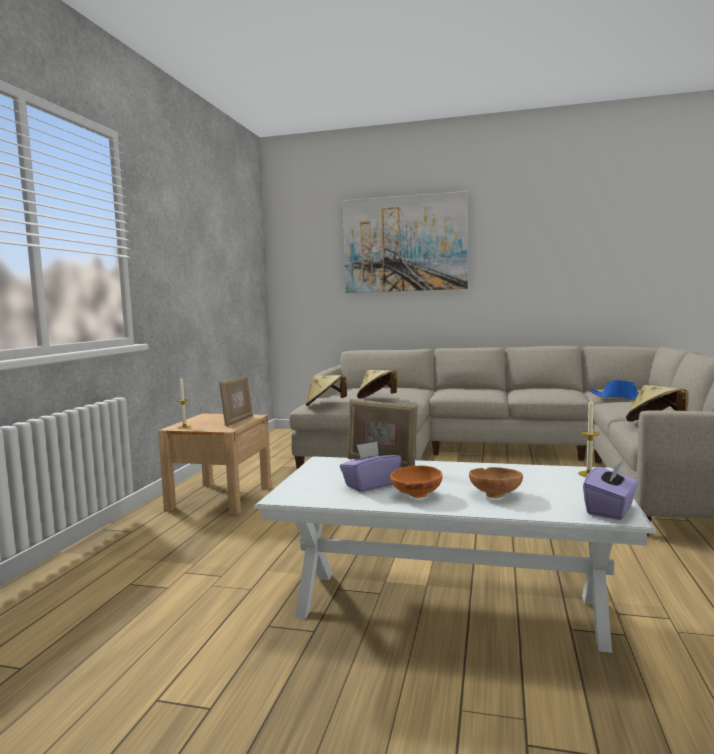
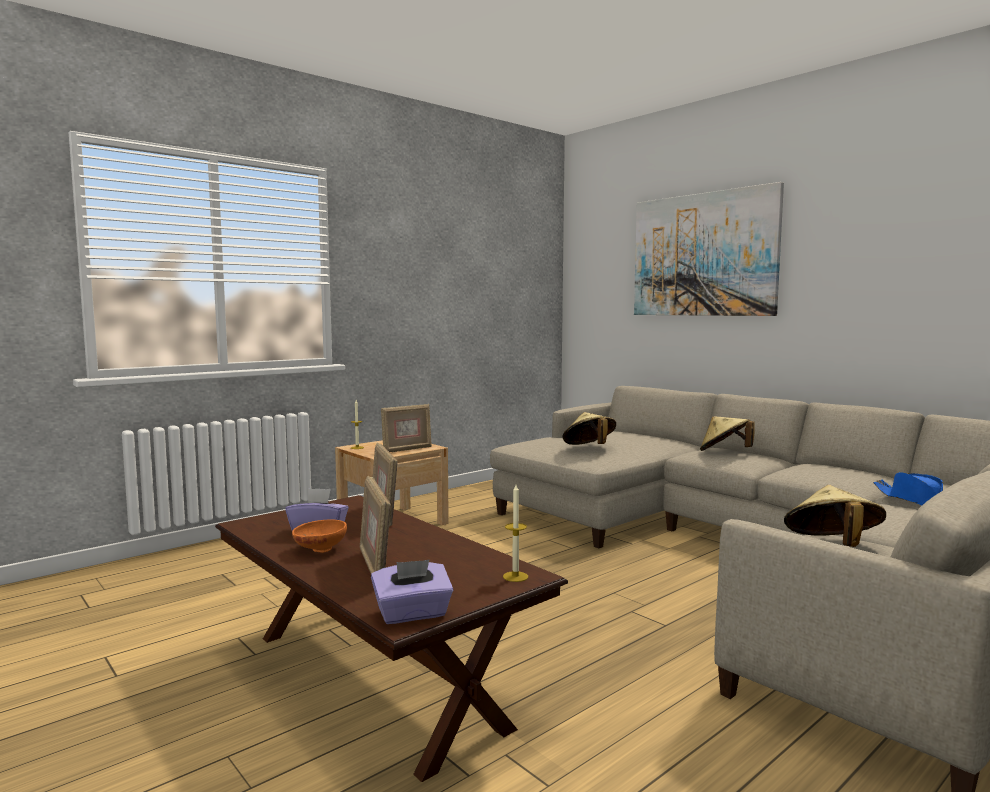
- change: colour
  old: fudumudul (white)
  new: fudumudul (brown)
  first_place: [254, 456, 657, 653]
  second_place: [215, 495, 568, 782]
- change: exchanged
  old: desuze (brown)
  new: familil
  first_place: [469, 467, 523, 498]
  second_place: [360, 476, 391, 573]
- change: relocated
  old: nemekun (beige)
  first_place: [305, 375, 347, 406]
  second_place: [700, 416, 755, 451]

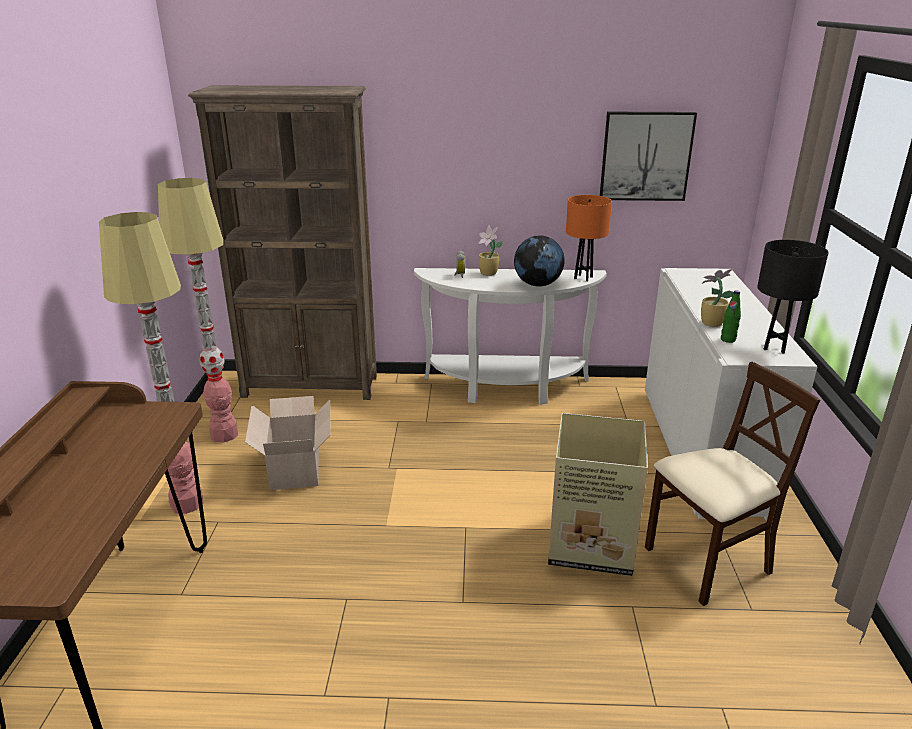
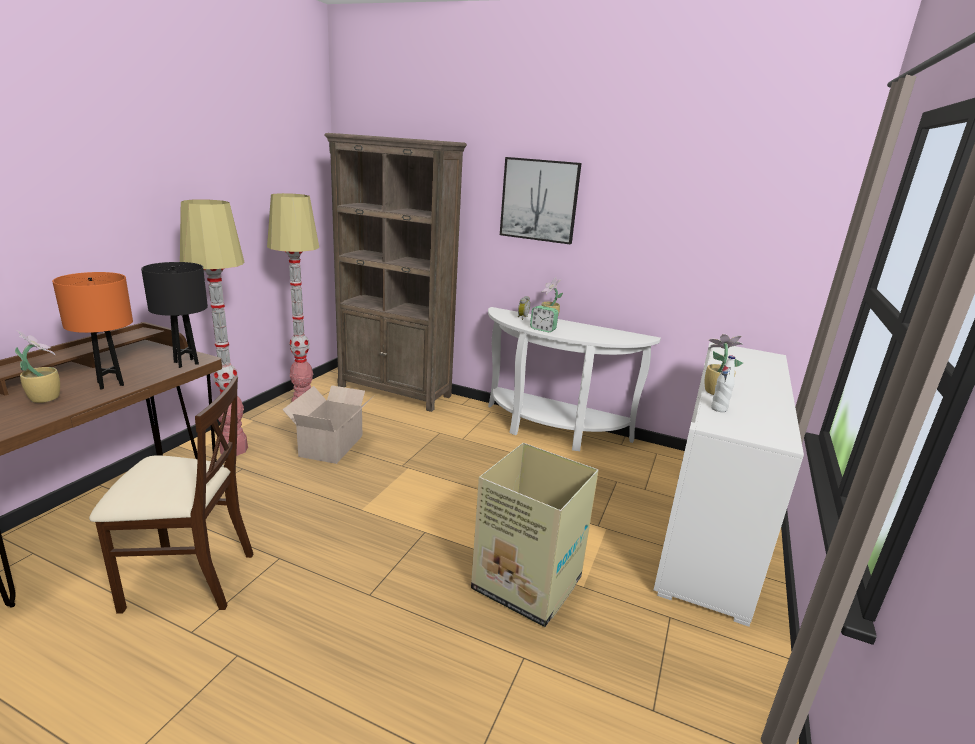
- change: appeared
  new: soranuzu
  second_place: [15, 330, 60, 403]
- change: relocated
  old: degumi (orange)
  first_place: [566, 195, 612, 281]
  second_place: [52, 272, 133, 390]
- change: relocated
  old: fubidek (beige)
  first_place: [645, 362, 820, 606]
  second_place: [89, 377, 253, 614]
- change: relocated
  old: degumi (black)
  first_place: [757, 240, 829, 354]
  second_place: [141, 262, 208, 368]
- change: relocated
  old: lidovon
  first_place: [600, 112, 697, 201]
  second_place: [500, 157, 582, 244]
- change: appeared
  new: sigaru
  second_place: [530, 306, 558, 332]
- change: colour
  old: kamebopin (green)
  new: kamebopin (white)
  first_place: [721, 290, 741, 343]
  second_place: [711, 355, 735, 412]
- change: missing
  old: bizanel
  first_place: [514, 235, 565, 286]

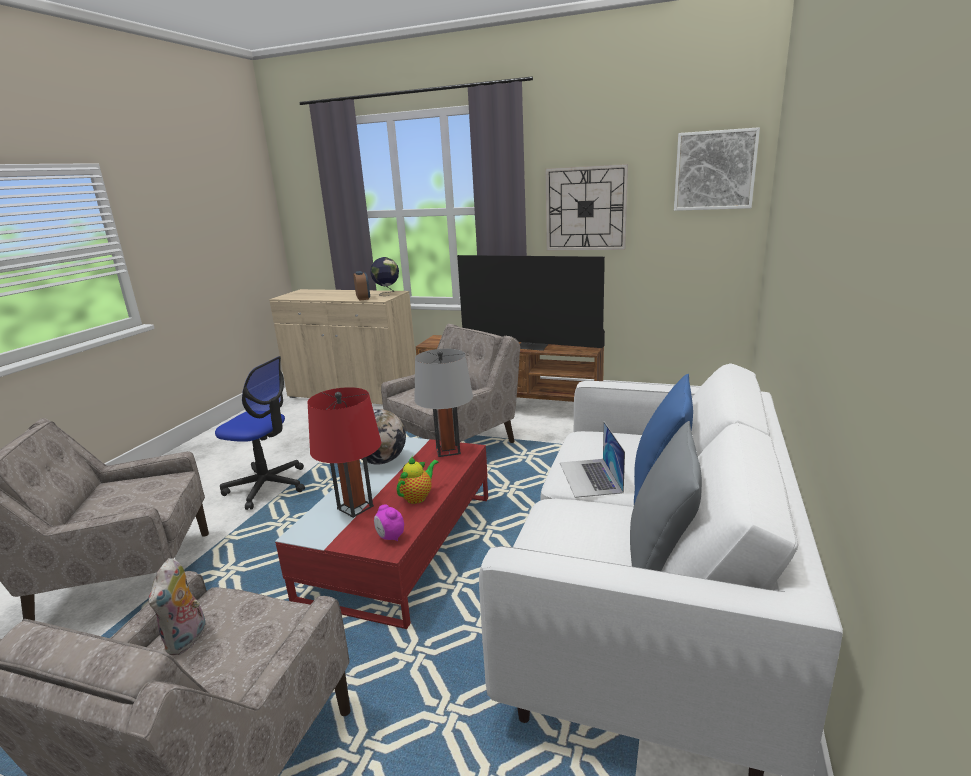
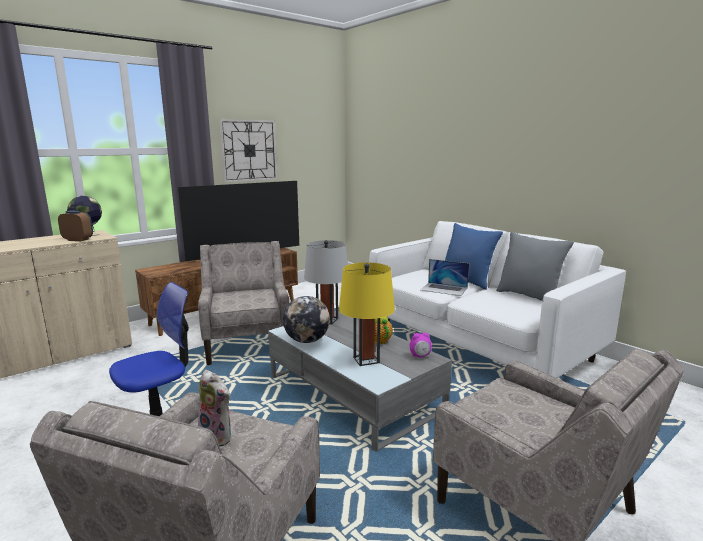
- change: relocated
  old: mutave
  first_place: [148, 558, 206, 655]
  second_place: [198, 370, 231, 447]
- change: colour
  old: fudumudul (red)
  new: fudumudul (grey)
  first_place: [275, 437, 488, 629]
  second_place: [268, 311, 452, 452]
- change: colour
  old: degumi (red)
  new: degumi (yellow)
  first_place: [307, 387, 381, 518]
  second_place: [339, 263, 395, 366]
- change: missing
  old: lidovon
  first_place: [674, 127, 760, 211]

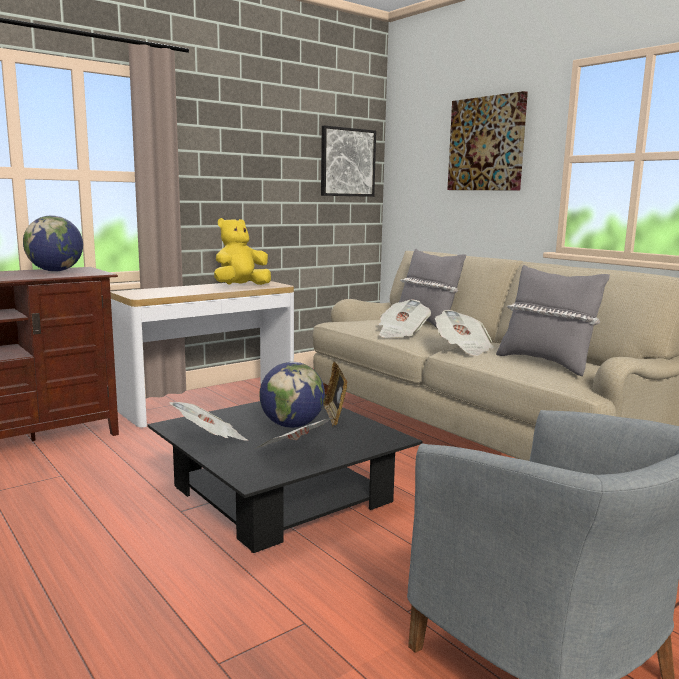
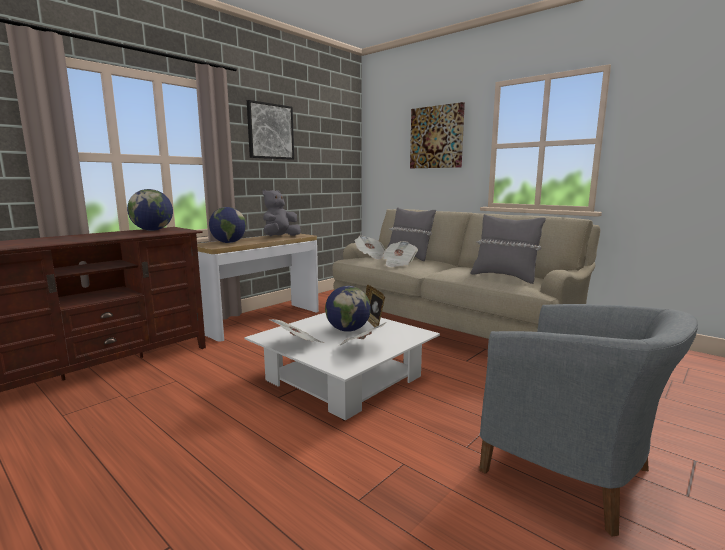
- change: appeared
  new: bizanel
  second_place: [209, 207, 246, 243]
- change: colour
  old: fudumudul (black)
  new: fudumudul (white)
  first_place: [147, 401, 423, 553]
  second_place: [244, 313, 440, 421]
- change: relocated
  old: lidovon
  first_place: [321, 125, 376, 197]
  second_place: [247, 100, 294, 160]
- change: colour
  old: mutave (yellow)
  new: mutave (grey)
  first_place: [214, 218, 271, 285]
  second_place: [262, 190, 301, 236]
- change: relocated
  old: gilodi
  first_place: [435, 310, 494, 356]
  second_place: [354, 236, 386, 260]

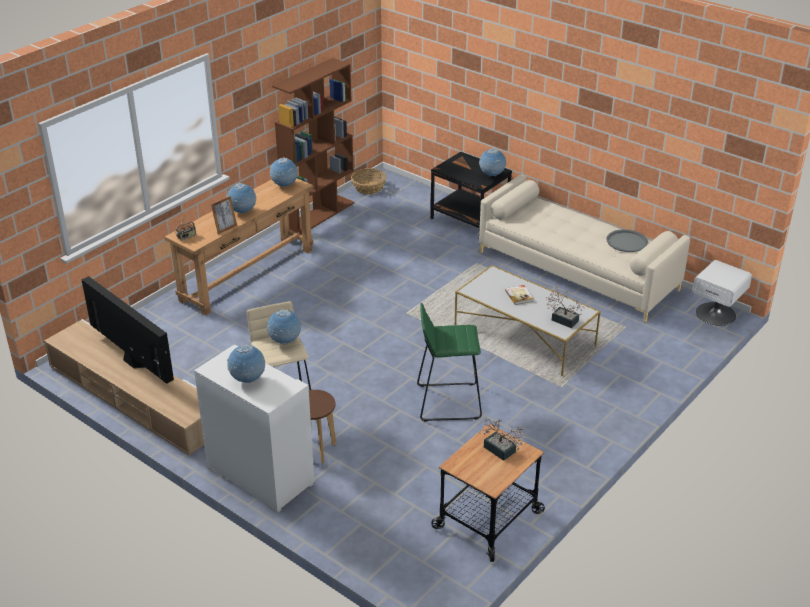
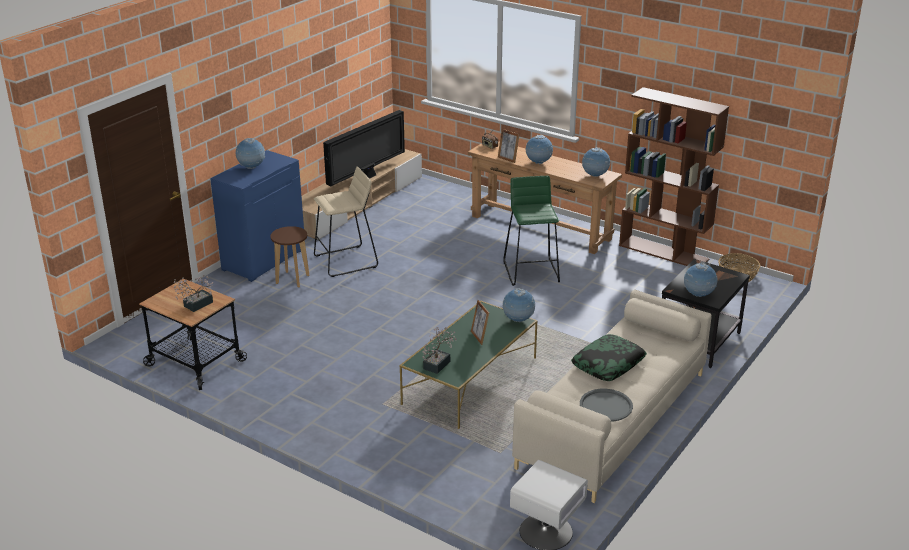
- change: colour
  old: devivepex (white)
  new: devivepex (blue)
  first_place: [194, 345, 314, 513]
  second_place: [210, 150, 304, 282]
- change: colour
  old: fudumudul (white)
  new: fudumudul (green)
  first_place: [455, 265, 601, 376]
  second_place: [399, 301, 538, 429]
- change: exchanged
  old: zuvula
  new: familil
  first_place: [505, 285, 534, 305]
  second_place: [471, 300, 489, 345]
- change: relocated
  old: bizanel
  first_place: [266, 309, 301, 345]
  second_place: [502, 288, 535, 322]
- change: relocated
  old: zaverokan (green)
  first_place: [417, 303, 482, 422]
  second_place: [503, 176, 560, 286]
- change: appeared
  new: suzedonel
  second_place: [571, 334, 647, 381]

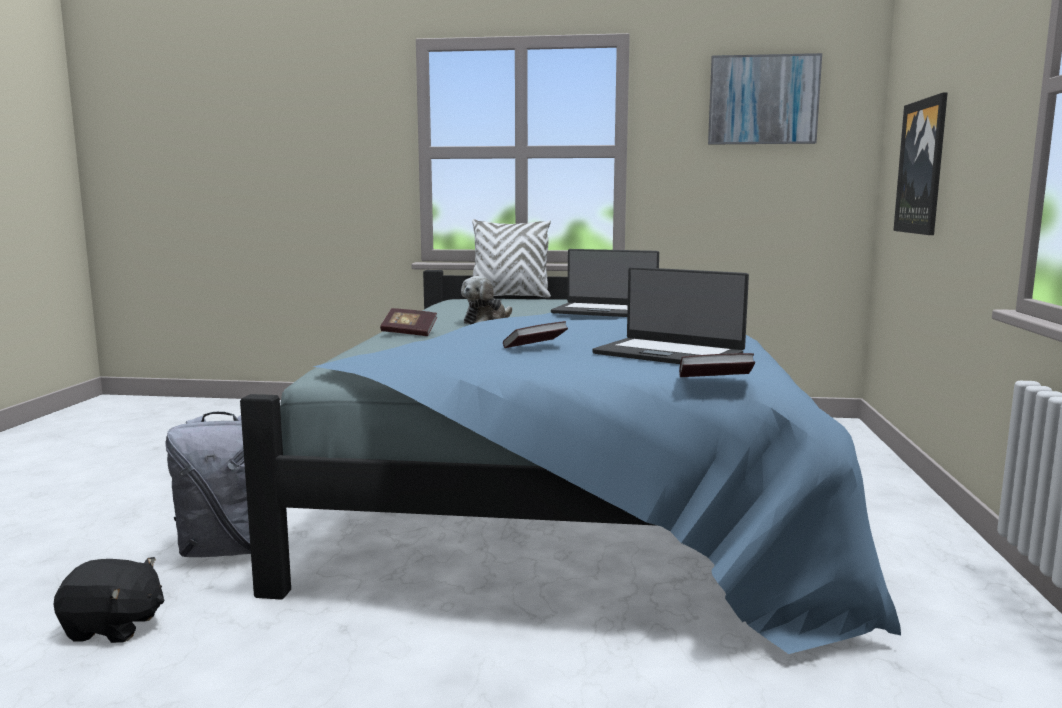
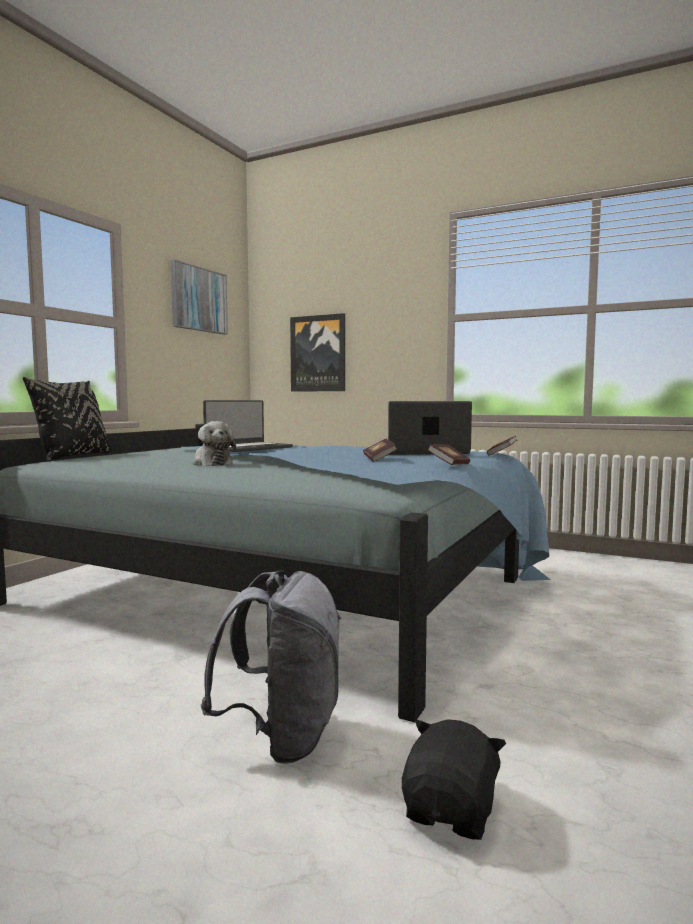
- change: colour
  old: suzedonel (white)
  new: suzedonel (black)
  first_place: [472, 219, 551, 298]
  second_place: [23, 377, 112, 461]
- change: spun
  old: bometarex
  first_place: [592, 267, 749, 364]
  second_place: [388, 401, 472, 455]
  degrees: -150
- change: relocated
  old: zuvula
  first_place: [380, 308, 437, 336]
  second_place: [428, 444, 470, 465]

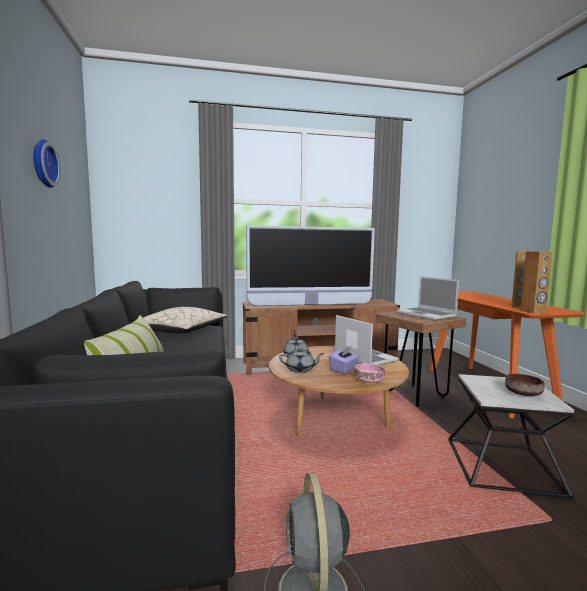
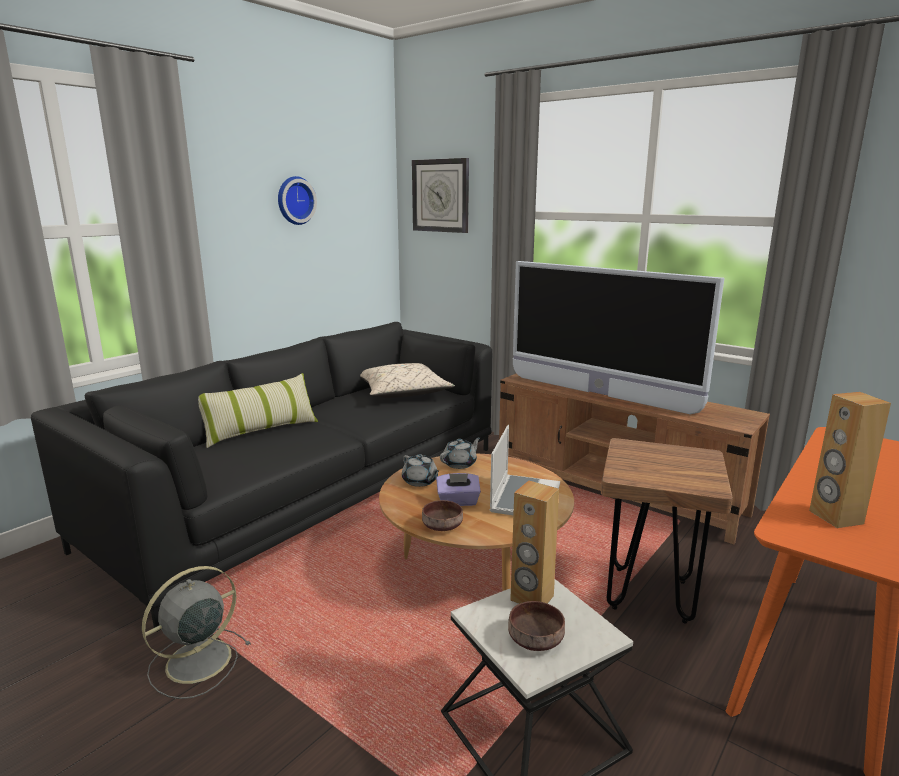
- change: appeared
  new: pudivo
  second_place: [412, 158, 469, 233]
- change: colour
  old: desuze (pink)
  new: desuze (brown)
  first_place: [354, 363, 385, 383]
  second_place: [422, 500, 463, 531]
- change: relocated
  old: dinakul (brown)
  first_place: [520, 252, 553, 313]
  second_place: [510, 481, 559, 604]
- change: missing
  old: bometarex
  first_place: [397, 276, 459, 321]

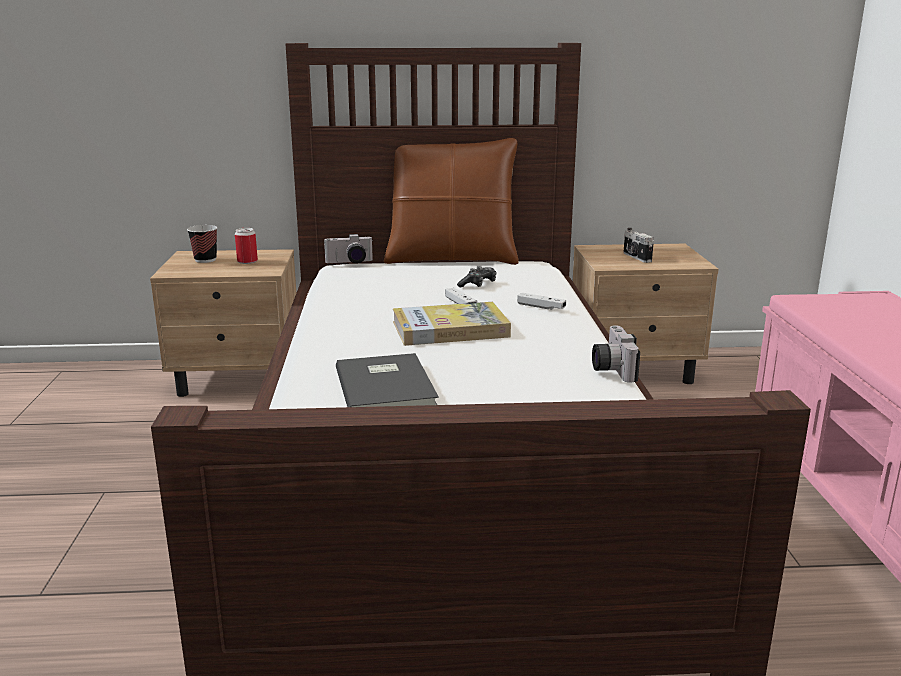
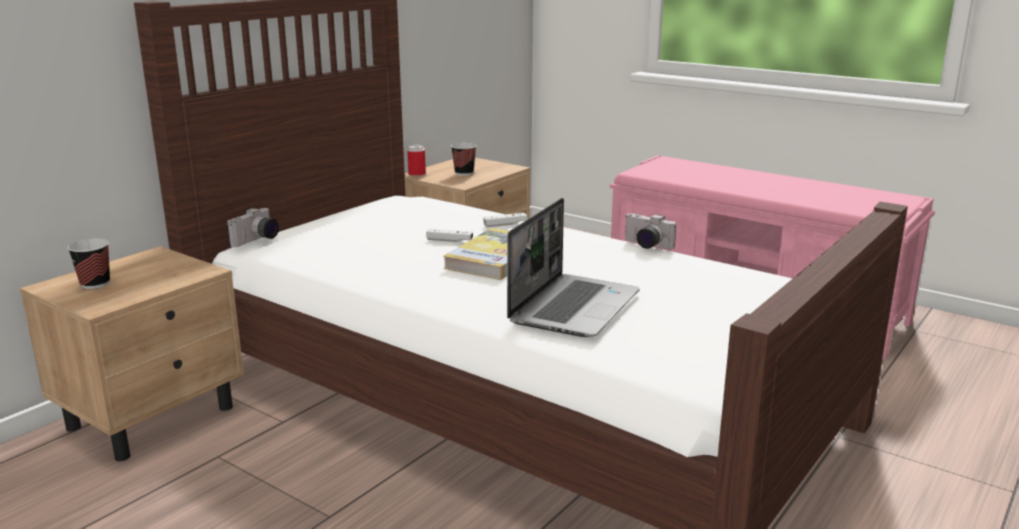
- change: relocated
  old: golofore
  first_place: [235, 228, 258, 264]
  second_place: [407, 145, 426, 177]
- change: exchanged
  old: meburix
  new: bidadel
  first_place: [623, 228, 654, 263]
  second_place: [451, 143, 477, 176]
- change: exchanged
  old: zuvula (grey)
  new: bometarex
  first_place: [336, 353, 439, 407]
  second_place: [507, 198, 640, 337]
- change: missing
  old: suzedonel (brown)
  first_place: [384, 138, 519, 265]
- change: missing
  old: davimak
  first_place: [457, 266, 497, 288]

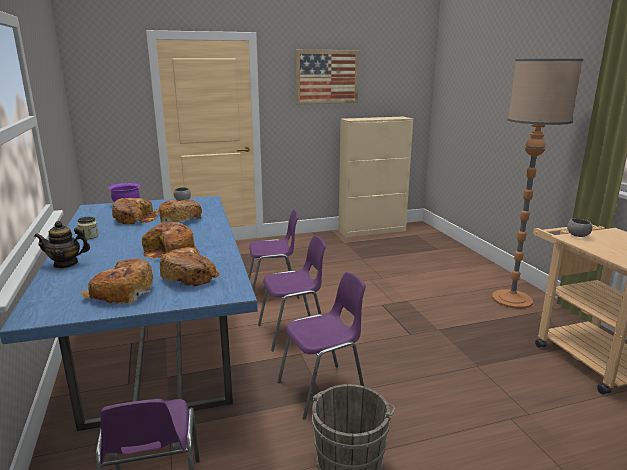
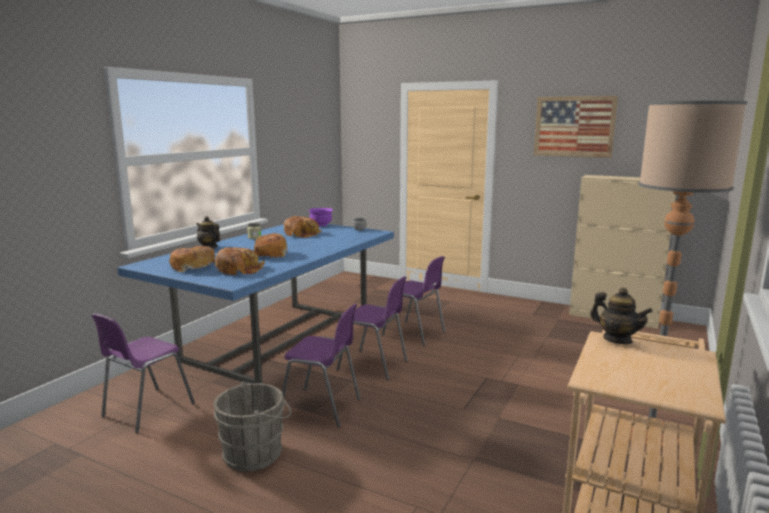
- change: exchanged
  old: desuze (grey)
  new: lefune
  first_place: [567, 219, 592, 237]
  second_place: [590, 287, 653, 344]
- change: missing
  old: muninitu
  first_place: [159, 200, 202, 223]

